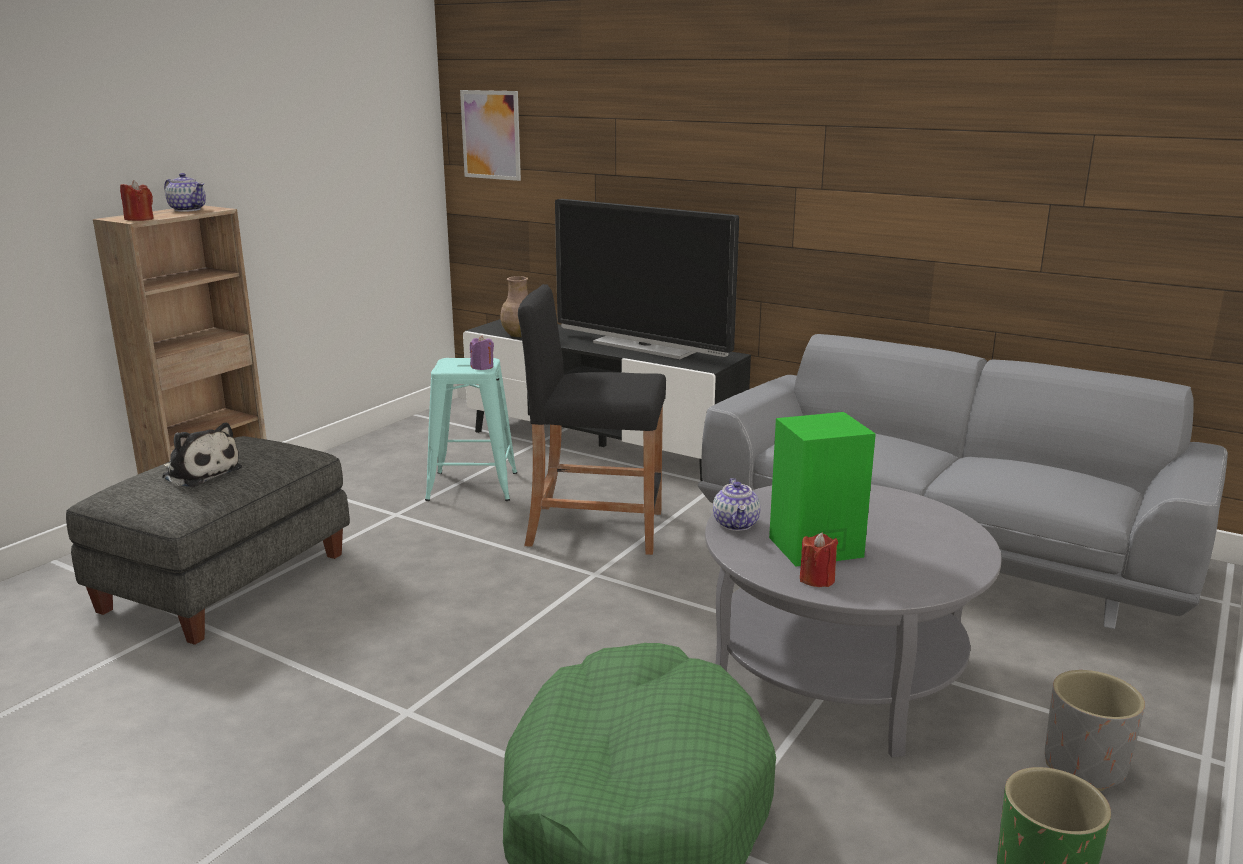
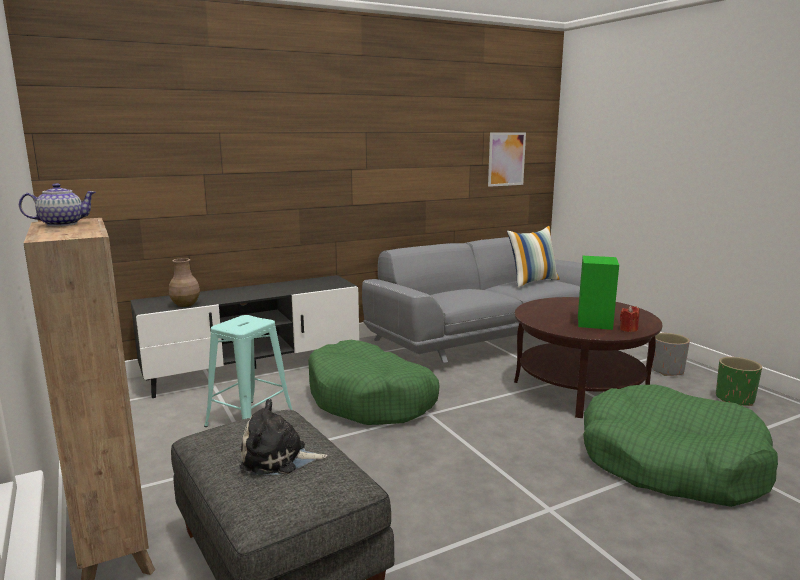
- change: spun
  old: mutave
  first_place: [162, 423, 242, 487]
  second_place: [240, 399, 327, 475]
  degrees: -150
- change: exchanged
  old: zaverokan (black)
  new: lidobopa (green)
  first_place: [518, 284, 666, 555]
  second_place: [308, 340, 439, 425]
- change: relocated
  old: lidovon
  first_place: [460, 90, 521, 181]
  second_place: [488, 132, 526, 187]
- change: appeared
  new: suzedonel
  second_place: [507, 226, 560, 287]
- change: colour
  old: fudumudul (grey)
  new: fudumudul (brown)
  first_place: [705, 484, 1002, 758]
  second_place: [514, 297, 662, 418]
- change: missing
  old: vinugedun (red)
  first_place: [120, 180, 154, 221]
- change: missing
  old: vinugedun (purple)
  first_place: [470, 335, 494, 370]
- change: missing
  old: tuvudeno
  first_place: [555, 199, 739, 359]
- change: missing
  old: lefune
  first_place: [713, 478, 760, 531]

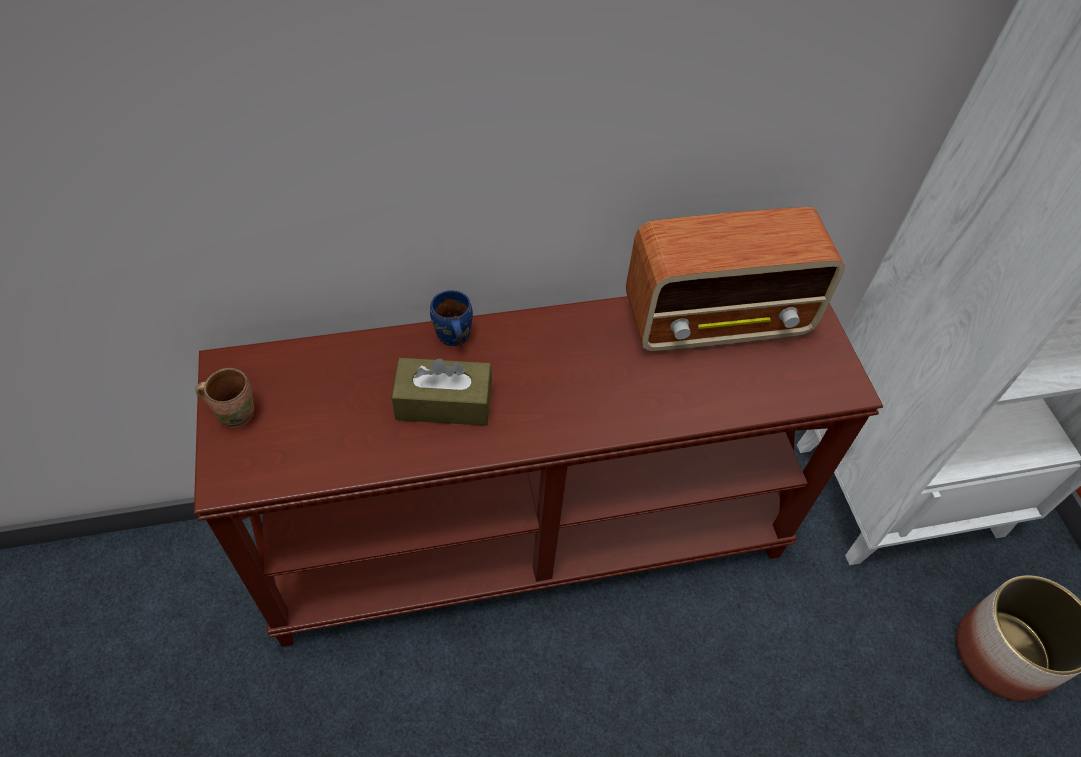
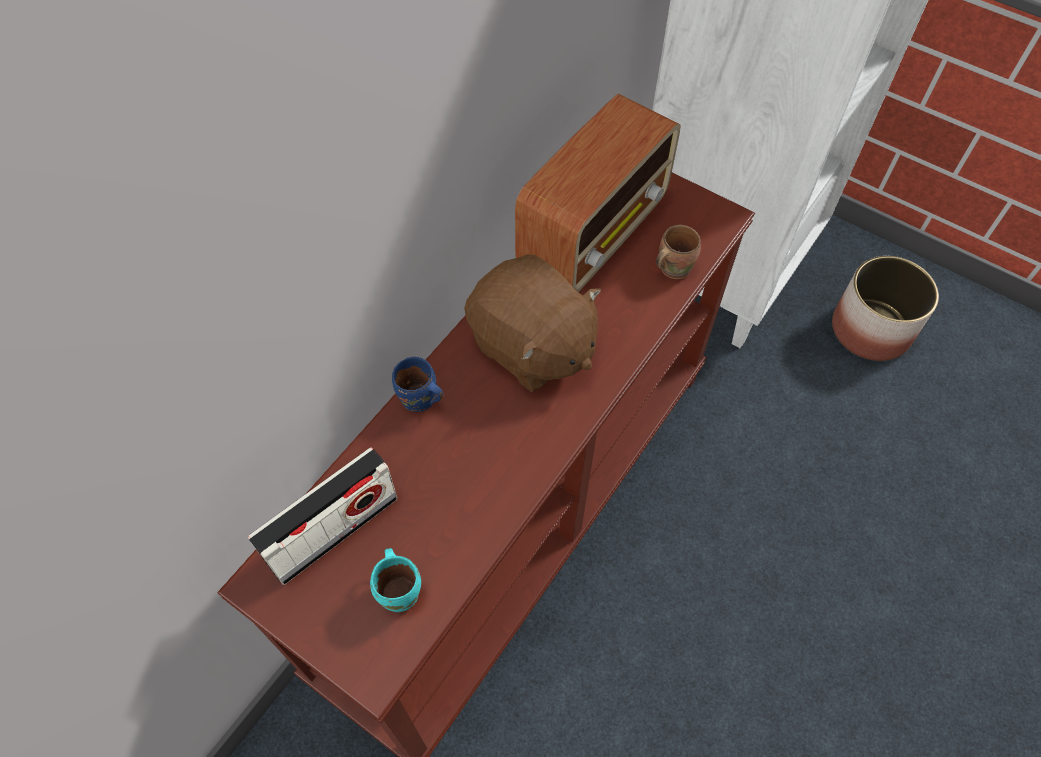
- change: appeared
  new: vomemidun
  second_place: [248, 448, 397, 585]
- change: appeared
  new: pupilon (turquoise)
  second_place: [370, 548, 421, 612]
- change: appeared
  new: mutave (brown)
  second_place: [464, 255, 601, 392]
- change: relocated
  old: pupilon (brown)
  first_place: [196, 368, 254, 428]
  second_place: [656, 225, 701, 279]
- change: missing
  old: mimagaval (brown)
  first_place: [392, 358, 492, 426]

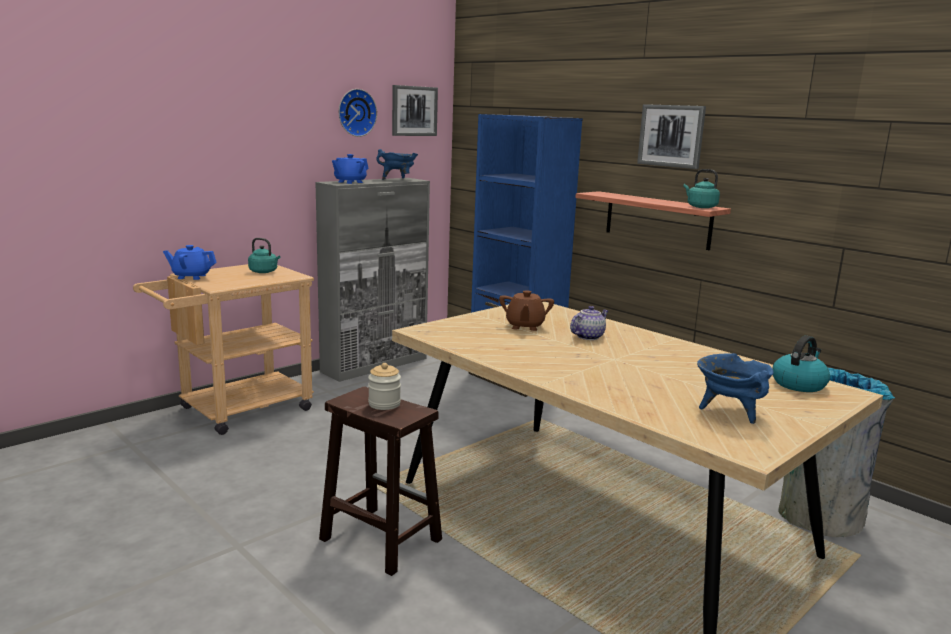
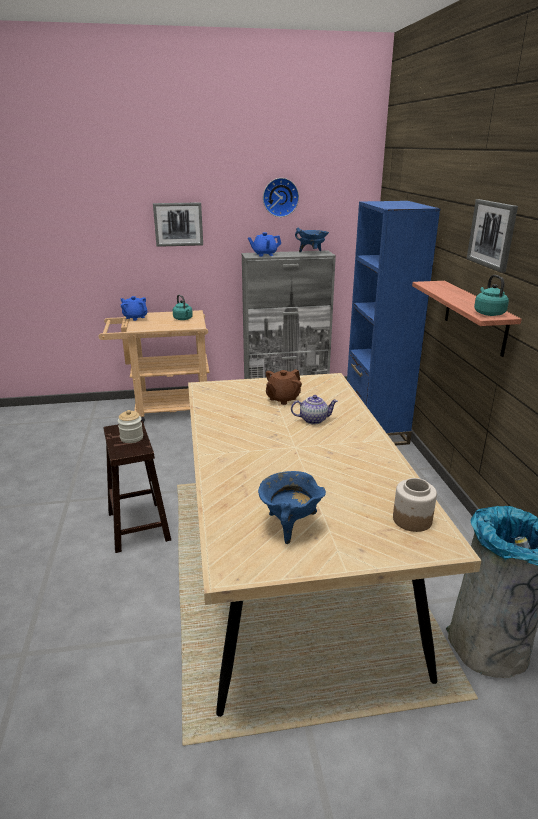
- change: relocated
  old: lidovon
  first_place: [392, 85, 438, 136]
  second_place: [153, 202, 203, 247]
- change: exchanged
  old: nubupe
  new: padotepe
  first_place: [772, 335, 830, 392]
  second_place: [393, 478, 437, 532]

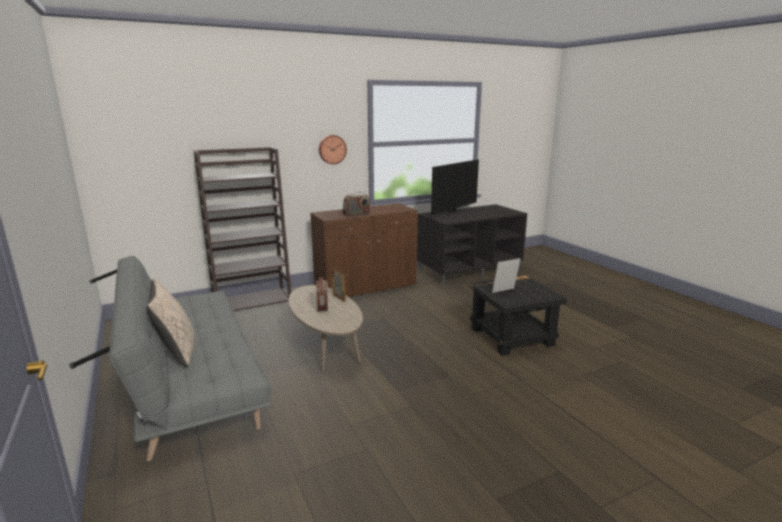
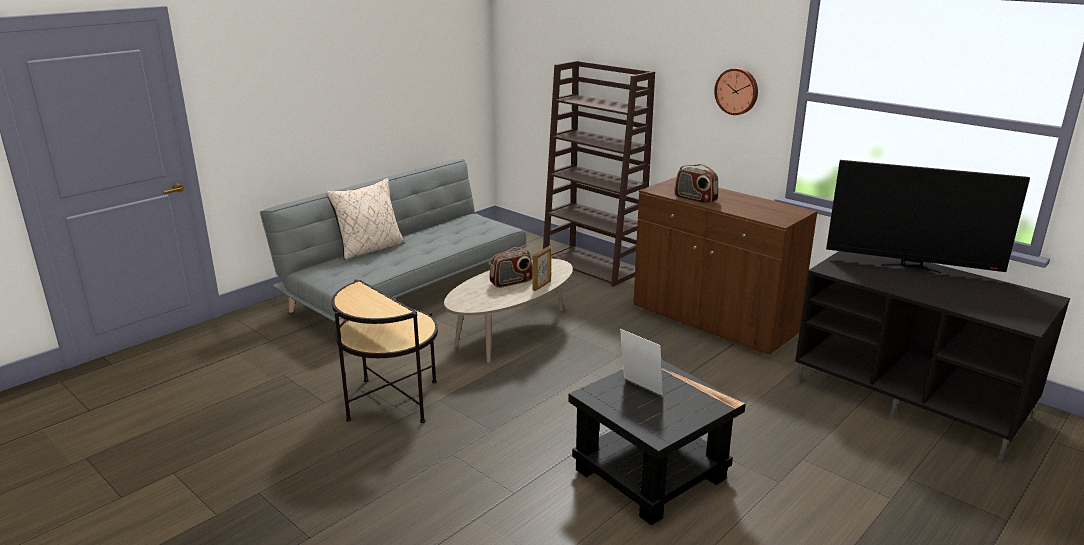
- change: appeared
  new: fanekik
  second_place: [332, 279, 438, 423]

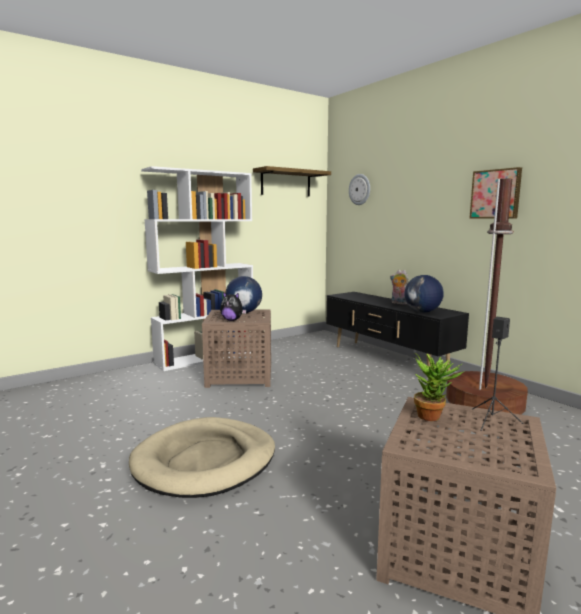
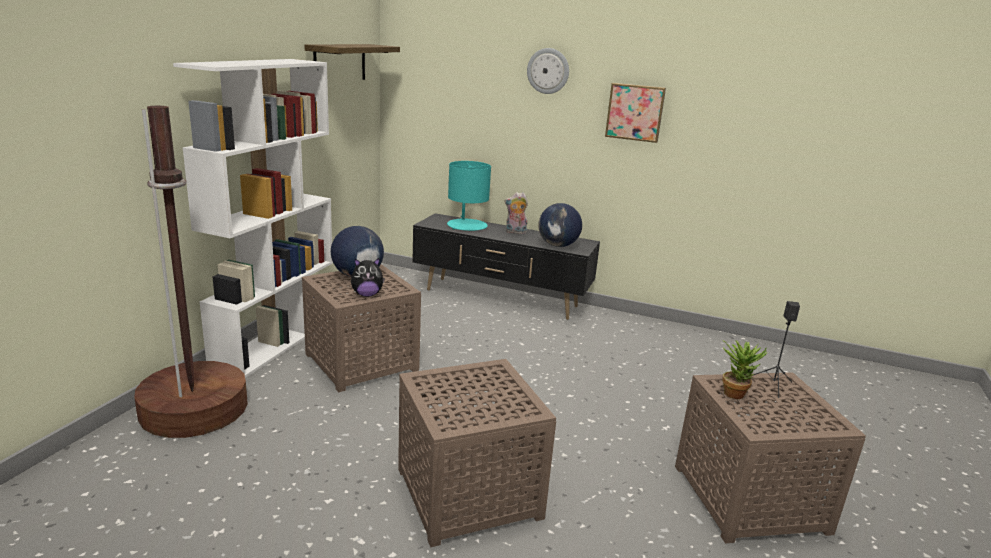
- change: relocated
  old: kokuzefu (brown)
  first_place: [446, 179, 528, 415]
  second_place: [134, 106, 248, 438]
- change: exchanged
  old: lidobopa (beige)
  new: fanekik (brown)
  first_place: [129, 417, 275, 498]
  second_place: [398, 359, 556, 547]
- change: appeared
  new: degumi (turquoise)
  second_place: [447, 161, 491, 231]
- change: relocated
  old: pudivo
  first_place: [349, 174, 370, 205]
  second_place: [527, 48, 569, 94]

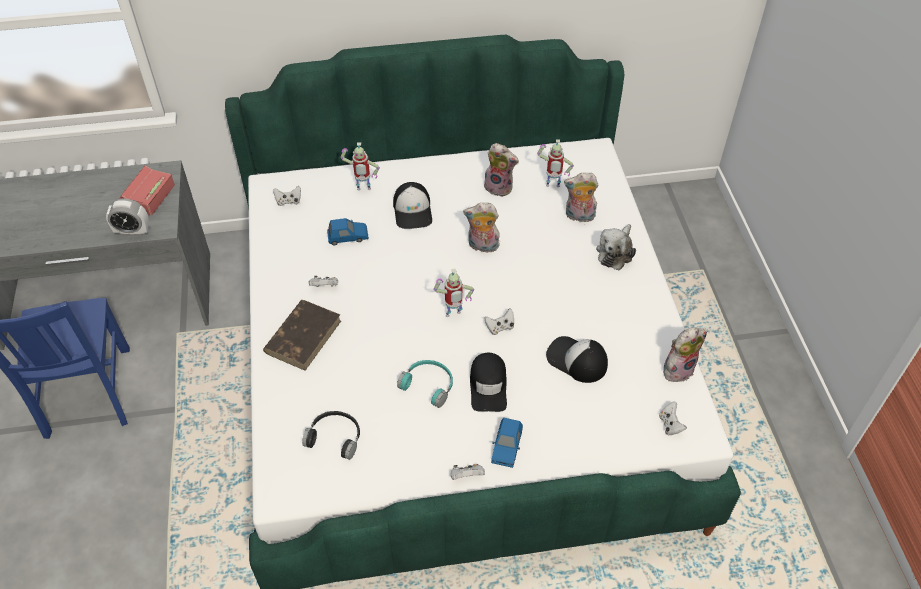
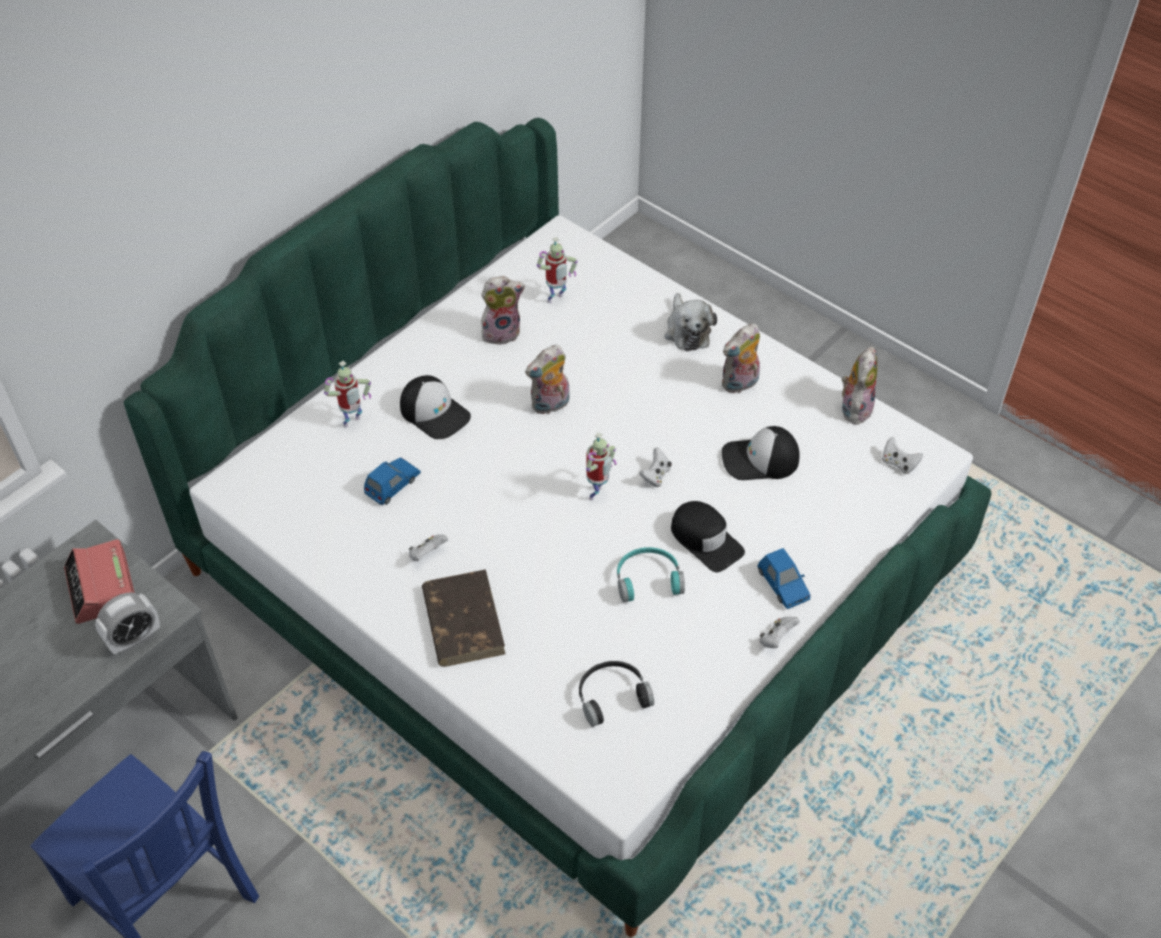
- change: relocated
  old: mutave
  first_place: [564, 173, 598, 222]
  second_place: [722, 323, 760, 393]
- change: missing
  old: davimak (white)
  first_place: [274, 186, 301, 206]

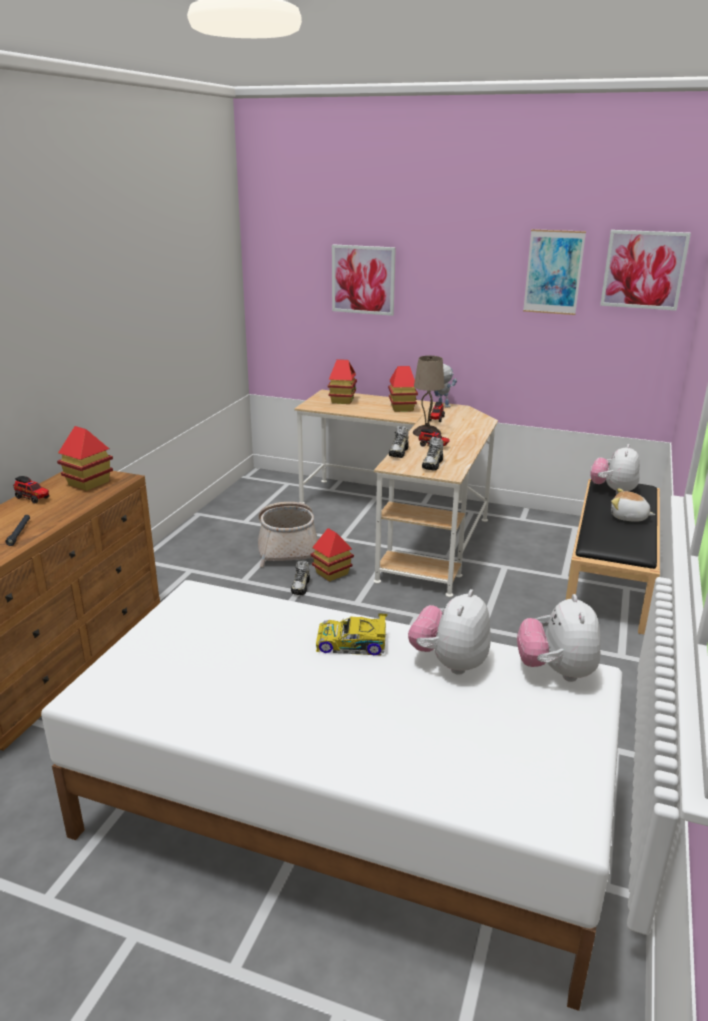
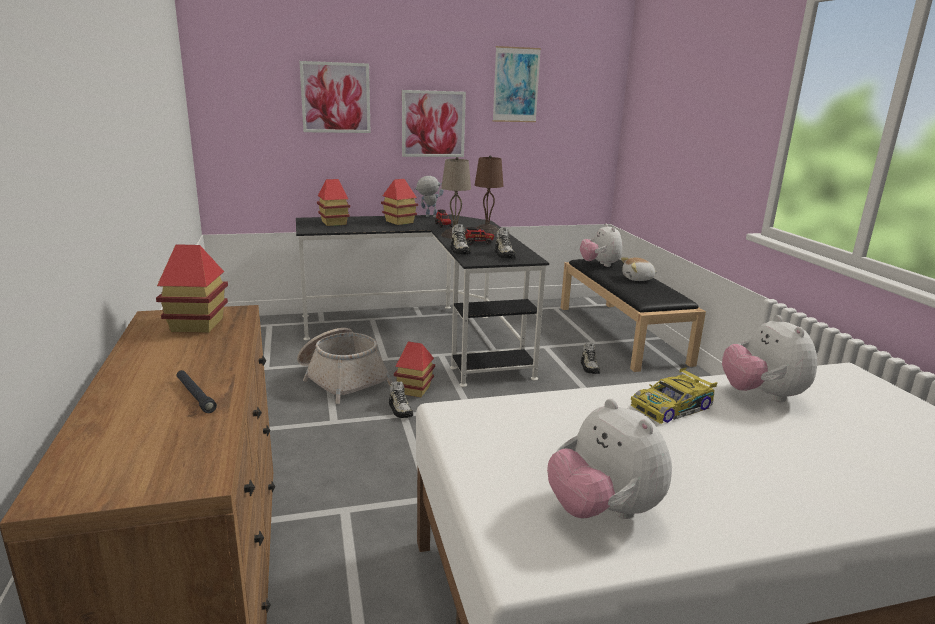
- change: colour
  old: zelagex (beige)
  new: zelagex (black)
  first_place: [294, 390, 498, 597]
  second_place: [296, 215, 549, 387]
- change: relocated
  old: lidovon
  first_place: [600, 230, 691, 311]
  second_place: [402, 90, 466, 157]
- change: appeared
  new: degumi (brown)
  second_place: [475, 155, 503, 234]
- change: relocated
  old: mutave
  first_place: [517, 594, 601, 682]
  second_place: [547, 399, 672, 519]
- change: appeared
  new: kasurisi
  second_place: [581, 343, 600, 374]
- change: missing
  old: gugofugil
  first_place: [13, 476, 49, 504]

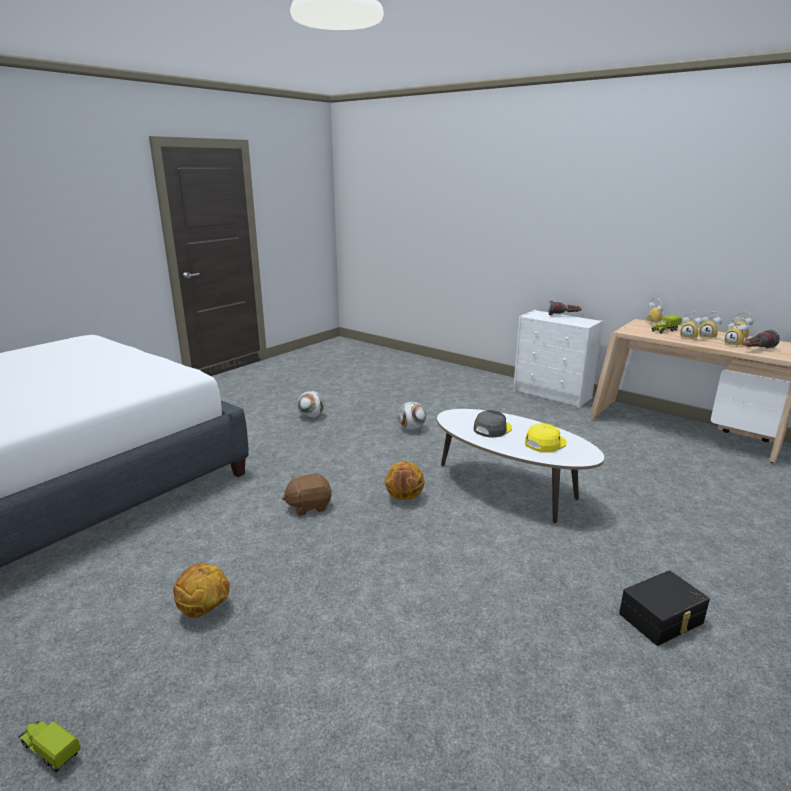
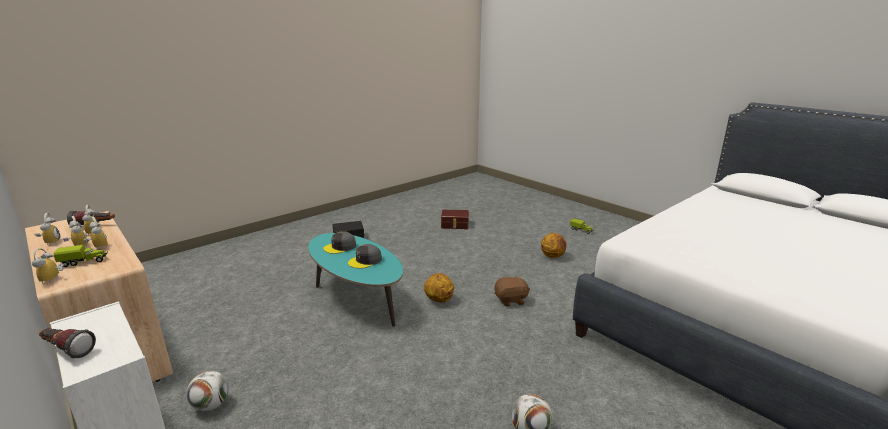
- change: relocated
  old: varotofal
  first_place: [398, 402, 426, 430]
  second_place: [187, 371, 229, 411]
- change: colour
  old: fudumudul (white)
  new: fudumudul (turquoise)
  first_place: [437, 409, 604, 523]
  second_place: [309, 233, 403, 327]
- change: colour
  old: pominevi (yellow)
  new: pominevi (grey)
  first_place: [525, 423, 567, 453]
  second_place: [323, 231, 356, 254]
- change: appeared
  new: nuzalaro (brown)
  second_place: [441, 210, 469, 229]

